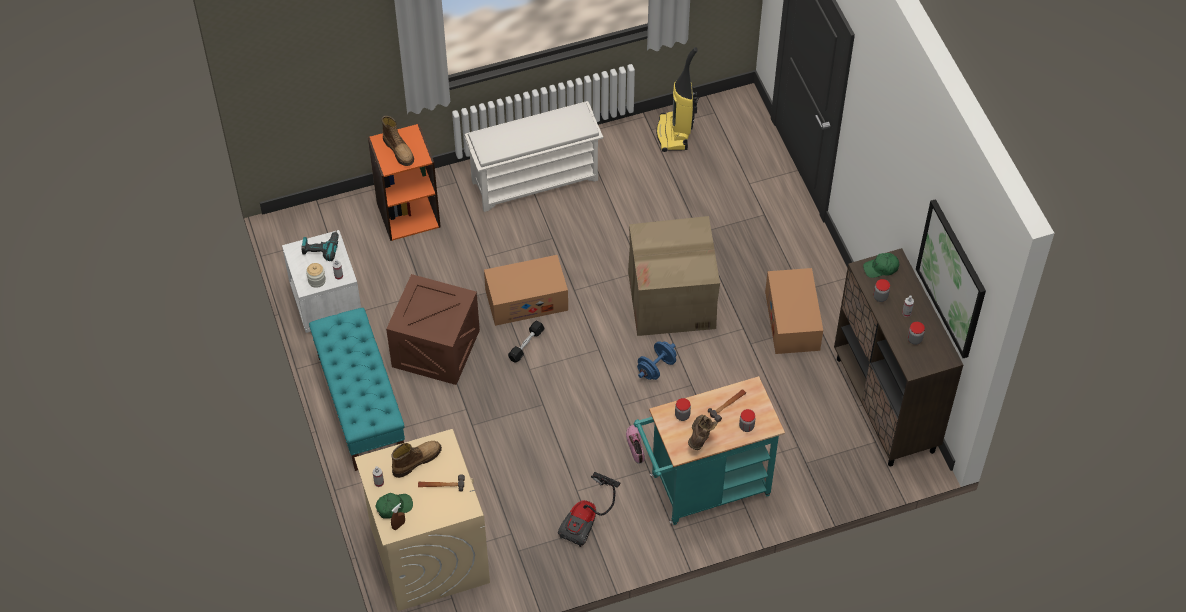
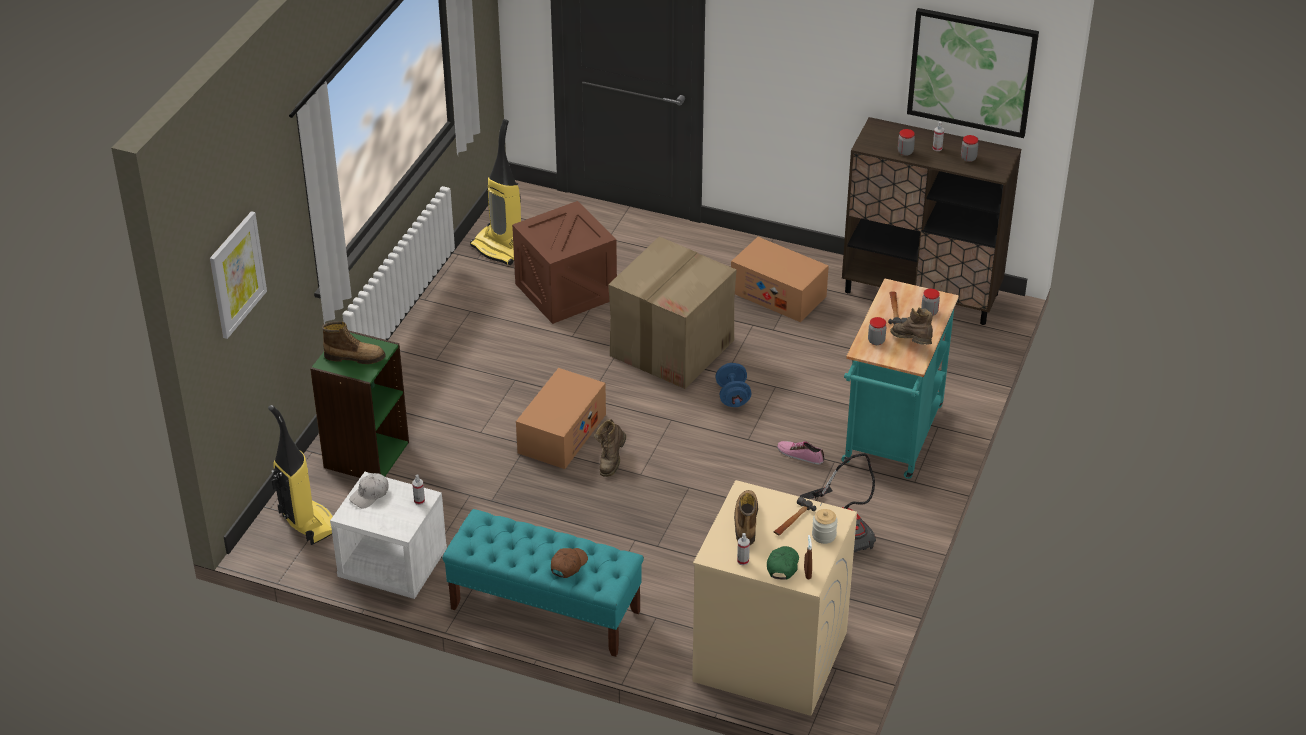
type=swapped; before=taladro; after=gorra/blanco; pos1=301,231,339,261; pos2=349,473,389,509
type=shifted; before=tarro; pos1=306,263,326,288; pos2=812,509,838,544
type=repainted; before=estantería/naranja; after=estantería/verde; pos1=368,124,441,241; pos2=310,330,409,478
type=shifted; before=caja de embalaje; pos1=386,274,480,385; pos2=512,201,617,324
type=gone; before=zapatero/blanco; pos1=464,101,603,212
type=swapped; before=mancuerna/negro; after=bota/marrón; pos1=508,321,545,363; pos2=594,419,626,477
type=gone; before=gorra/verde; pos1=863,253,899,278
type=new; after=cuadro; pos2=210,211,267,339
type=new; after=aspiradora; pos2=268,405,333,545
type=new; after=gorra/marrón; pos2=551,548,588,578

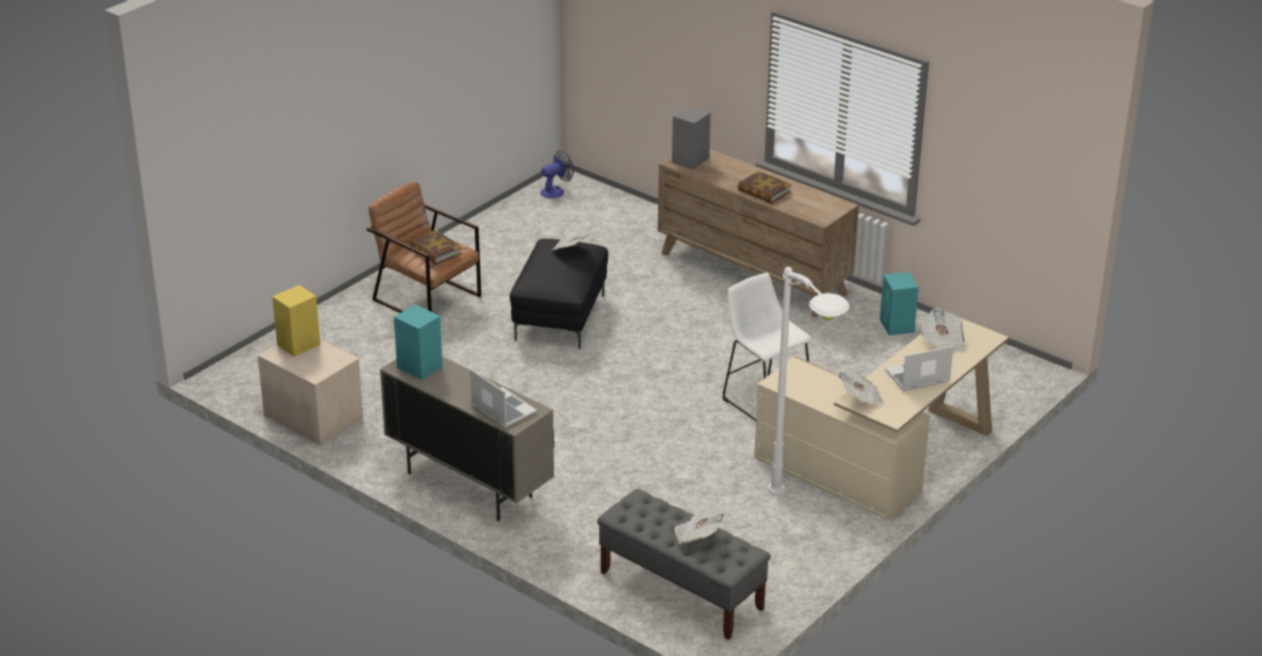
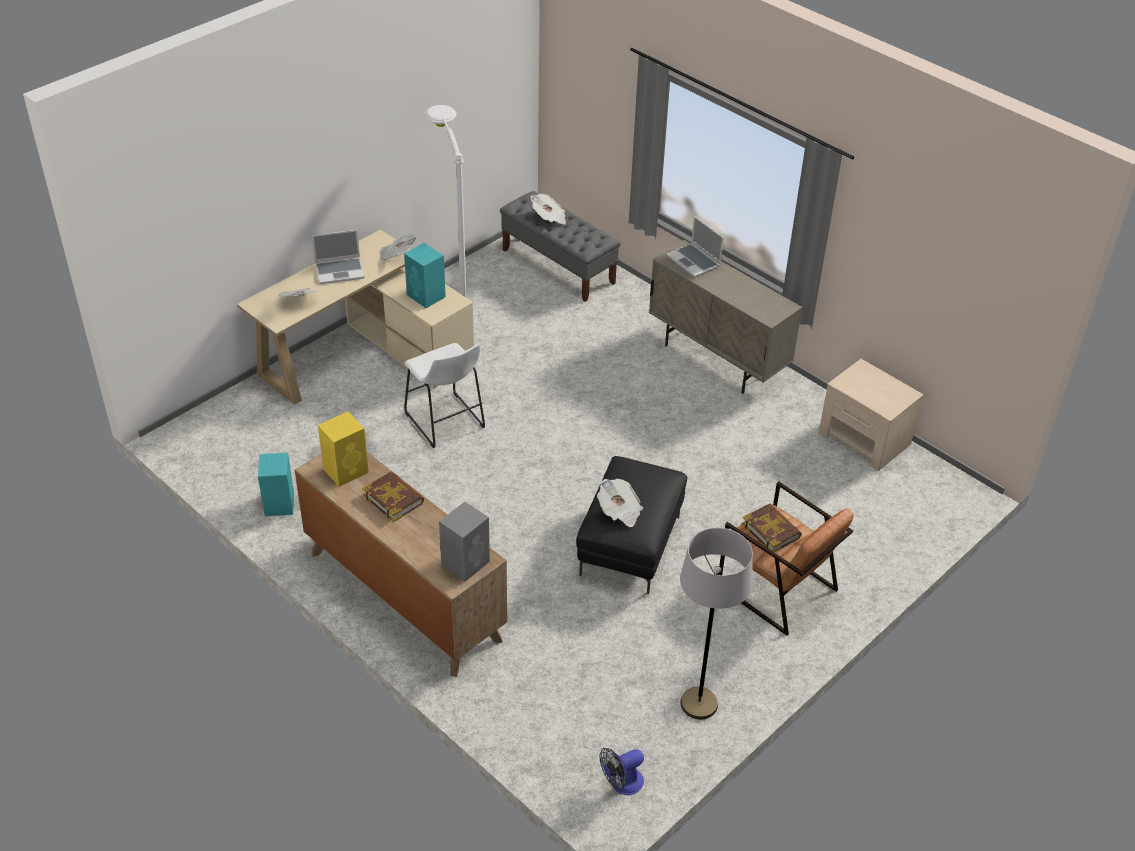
type=shifted; before=altavoz/amarillo; pos1=272,285,320,357; pos2=318,412,369,487
type=shifted; before=altavoz/turquesa; pos1=394,305,443,380; pos2=404,243,446,308
type=new; after=lámpara de pie/gris; pos2=680,528,753,720

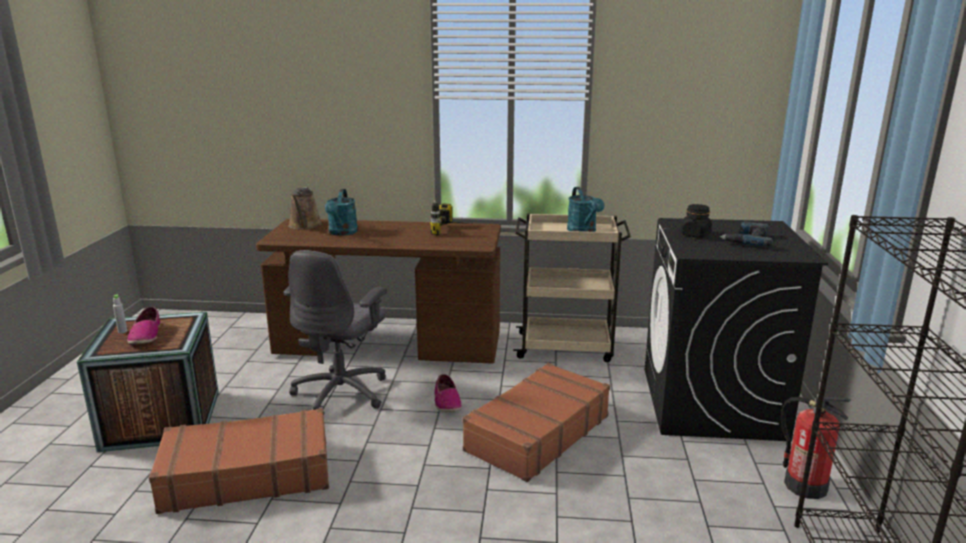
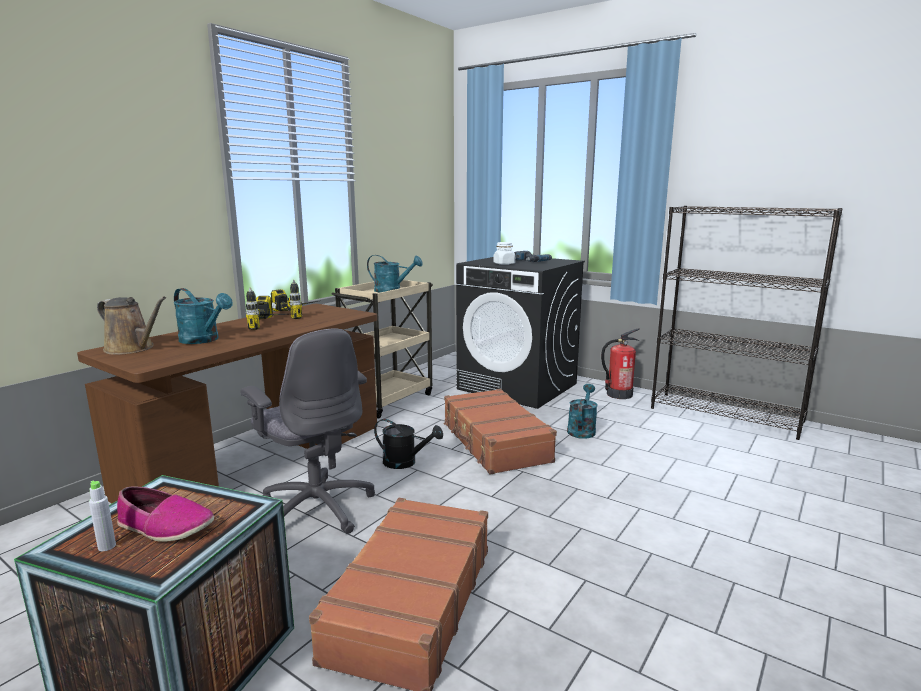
type=swapped; before=zapato; after=regadera/negro; pos1=435,374,462,412; pos2=374,419,443,469
type=repainted; before=tarro/negro; after=tarro/blanco; pos1=681,204,712,238; pos2=493,242,515,265
type=new; after=taladro; pos2=246,287,287,330
type=new; after=regadera/turquesa; pos2=567,384,598,439

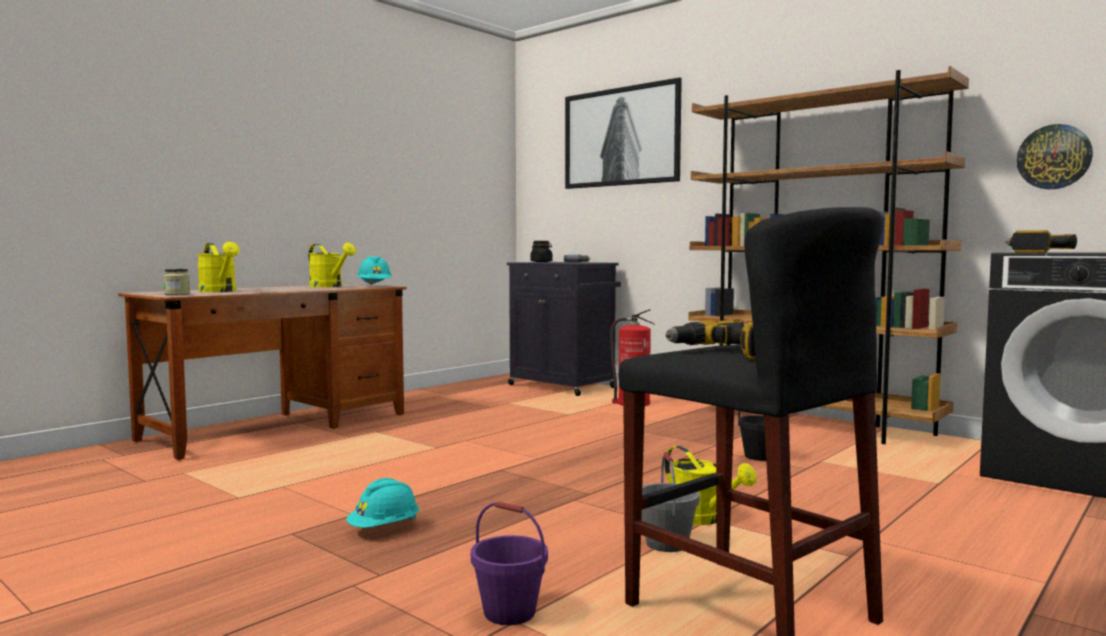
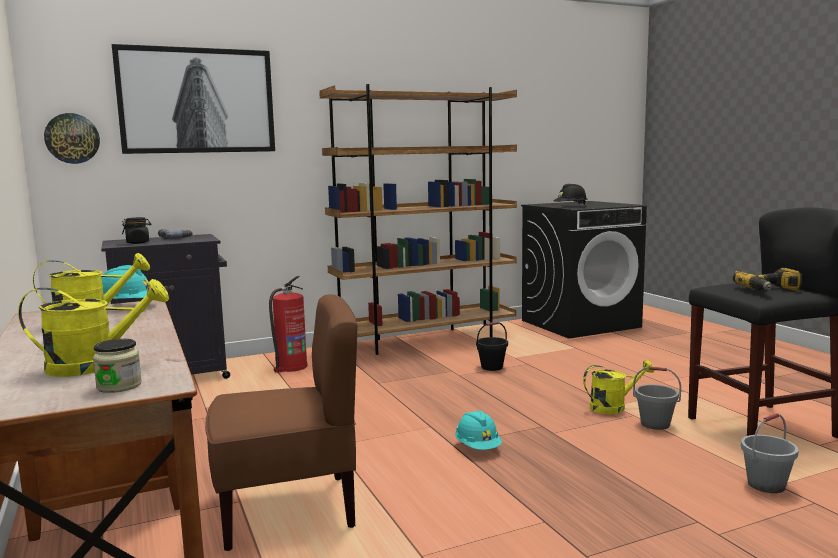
type=shifted; before=casco/turquesa; pos1=346,478,419,528; pos2=455,410,502,450
type=repainted; before=cubo/morado; after=cubo/gris; pos1=471,501,548,625; pos2=741,413,799,493
type=swapped; before=taladro; after=casco/negro; pos1=1005,230,1077,253; pos2=553,184,588,206
type=shifted; before=reloj de pared; pos1=1016,124,1093,189; pos2=44,113,100,164
type=new; after=silla/marrón; pos2=205,295,357,551

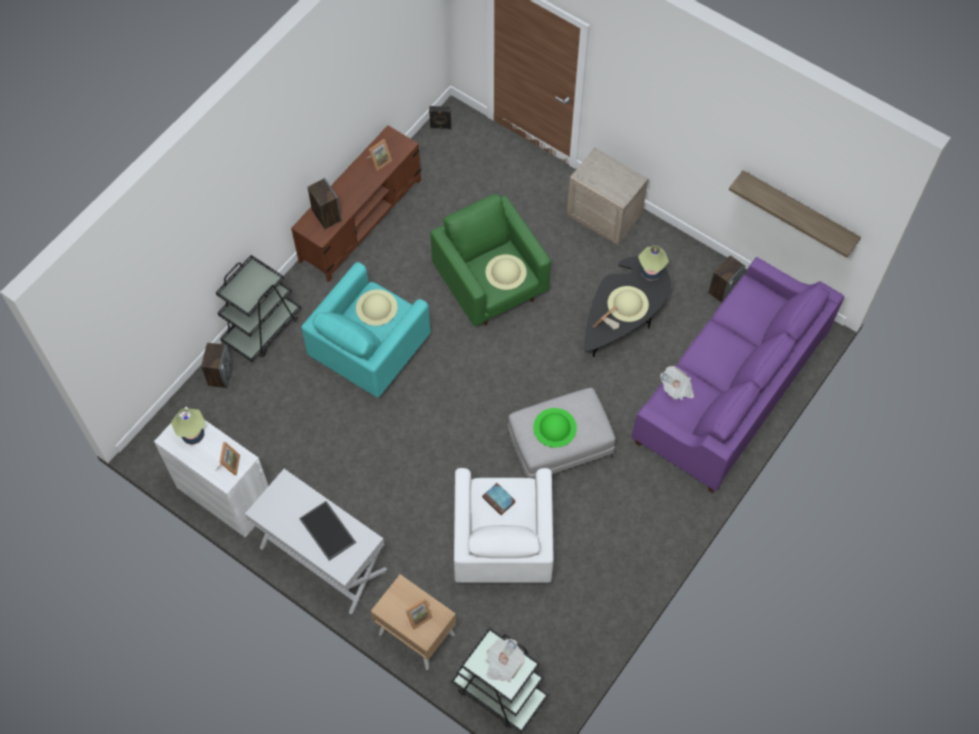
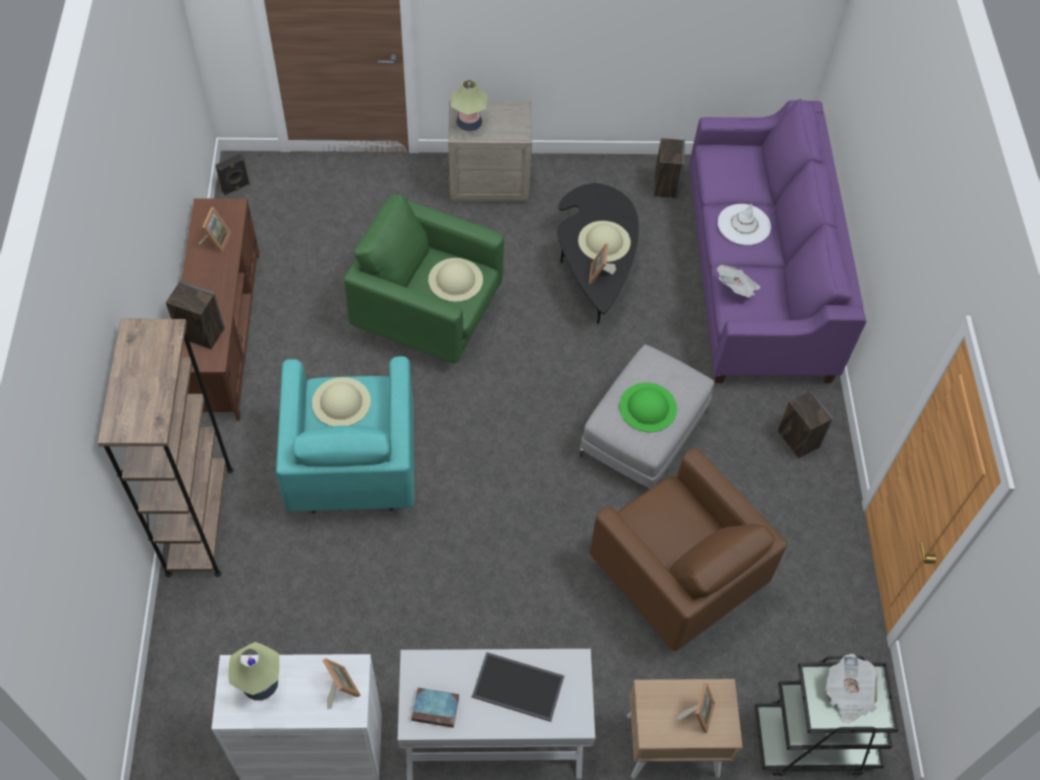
type=shifted; before=altavoz; pos1=201,343,233,389; pos2=778,390,833,458
type=swapped; before=carrito/negro; after=estantería/marrón; pos1=216,255,301,362; pos2=97,319,233,577
type=repainted; before=sillón/blanco; after=sillón/marrón; pos1=454,468,554,583; pos2=590,448,787,651
type=shifted; before=libro; pos1=482,483,516,515; pos2=411,688,459,728
type=shifted; before=lámpara de mesa; pos1=638,246,669,280; pos2=451,80,487,132
type=gone; before=estante; pos1=729,170,861,258
type=new; after=sombrero/blanco; pos2=718,203,771,245

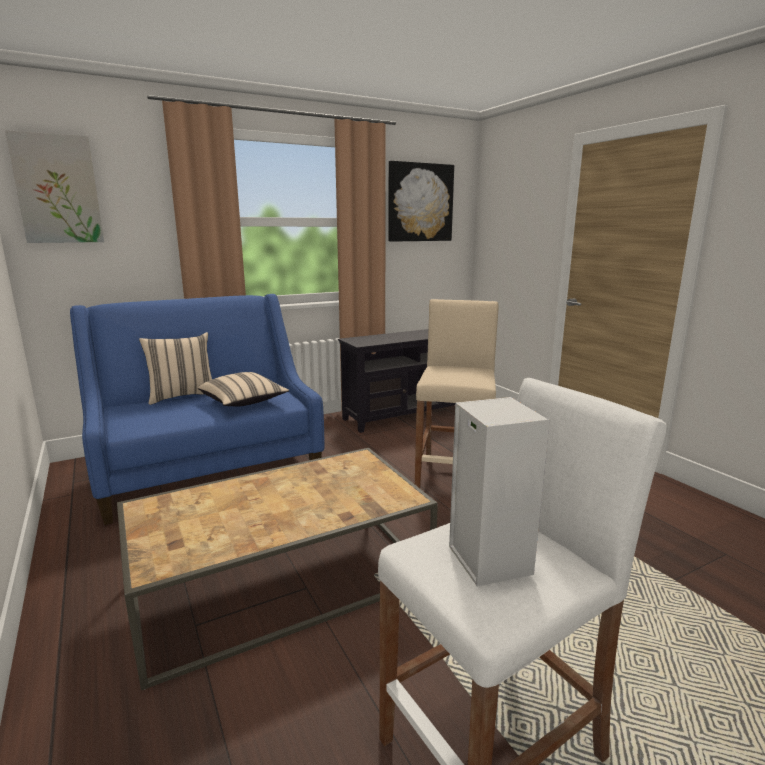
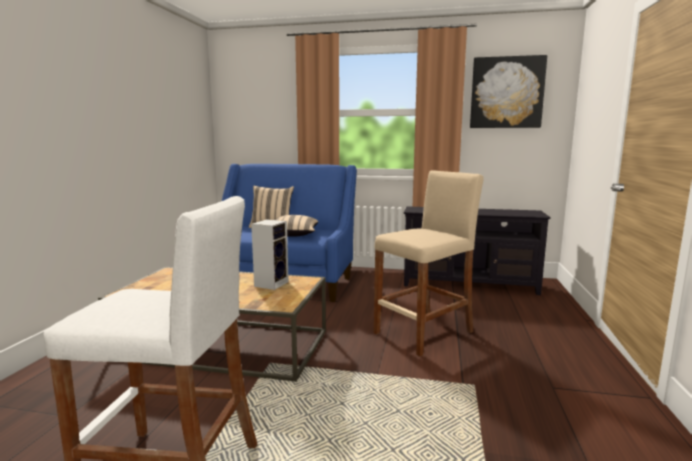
type=gone; before=cuadro; pos1=5,130,104,243
type=shifted; before=altavoz; pos1=449,397,549,587; pos2=251,219,289,290

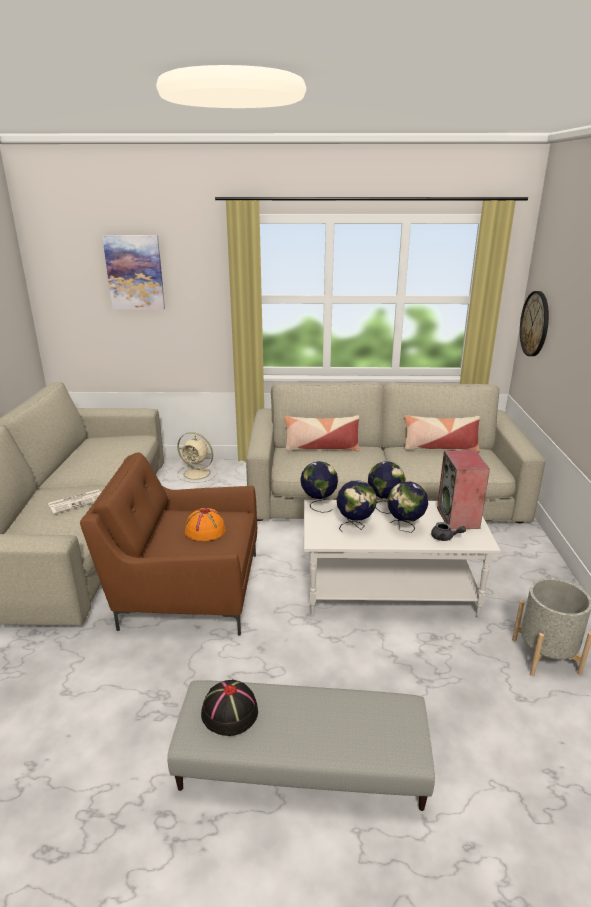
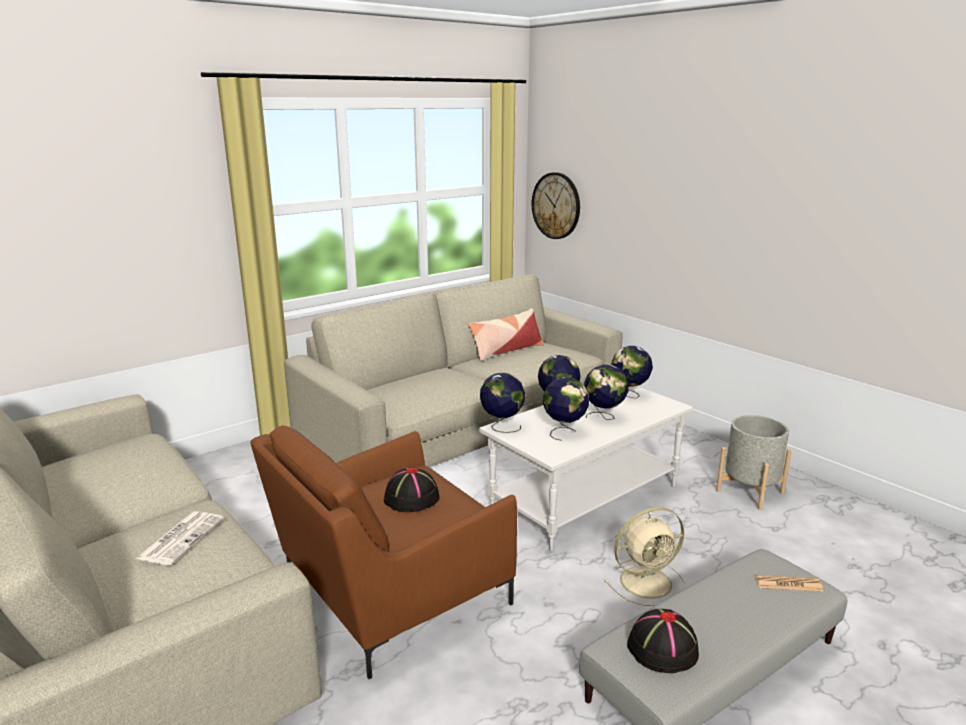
type=gone; before=cuadro; pos1=102,235,165,309
type=shifted; before=ventilador/beis; pos1=177,432,218,483; pos2=604,507,686,606
type=repainted; before=sombrero/naranja; after=sombrero/negro; pos1=185,508,226,541; pos2=384,467,439,512
type=gone; before=cojín; pos1=284,415,360,452
type=gone; before=tetera/gris; pos1=431,522,466,541
type=swapped; before=altavoz; after=globo terráqueo; pos1=437,450,490,530; pos2=611,346,653,399
type=new; after=periódico; pos2=755,575,823,592

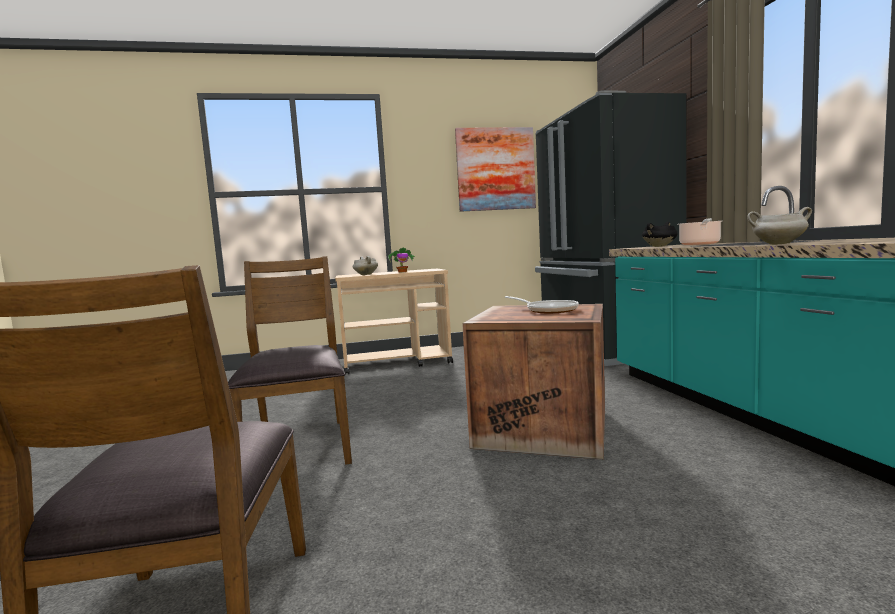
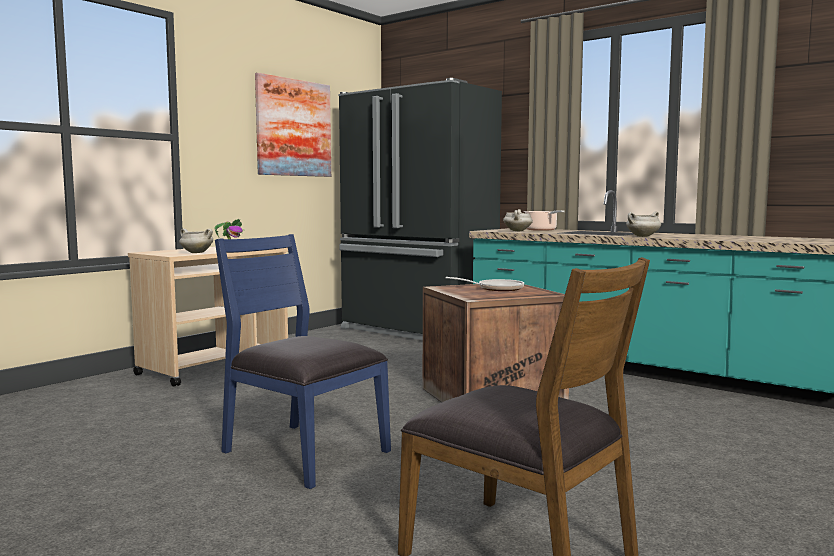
type=repainted; before=silla/marrón; after=silla/azul; pos1=228,256,352,465; pos2=215,234,391,489
type=repainted; before=olla/negro; after=olla/blanco; pos1=642,222,678,247; pos2=503,209,533,231

